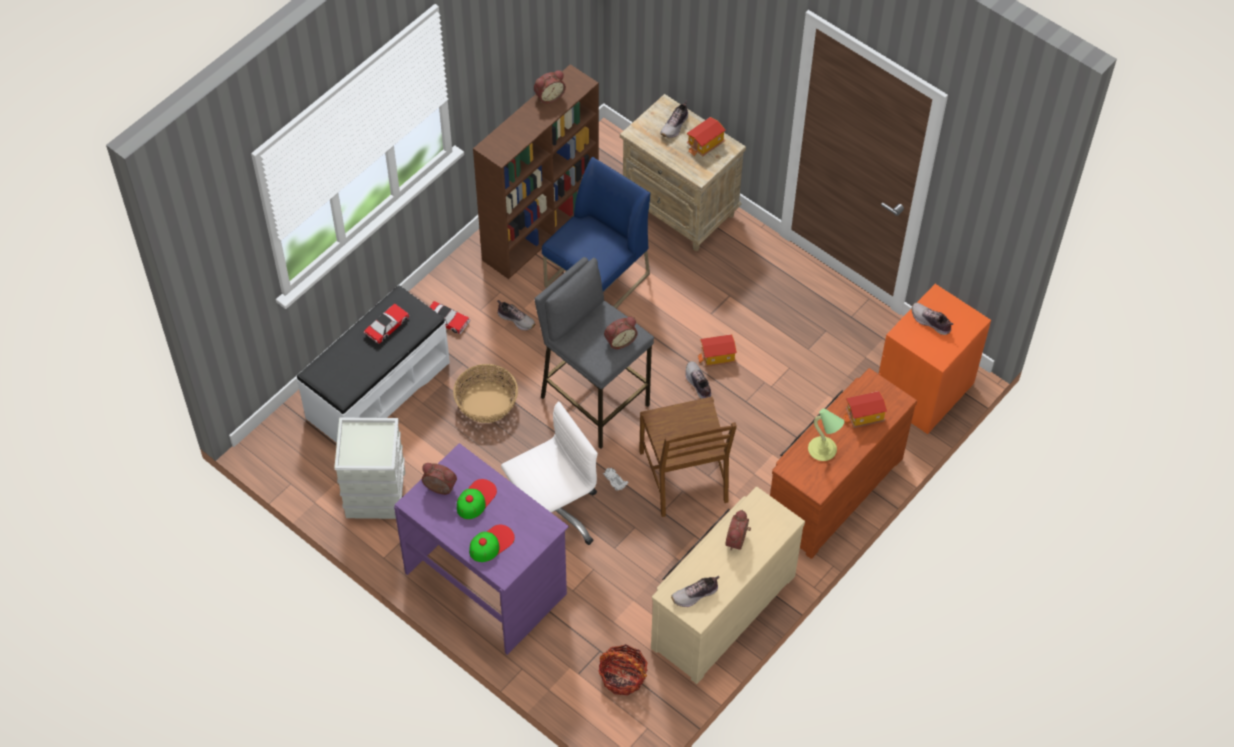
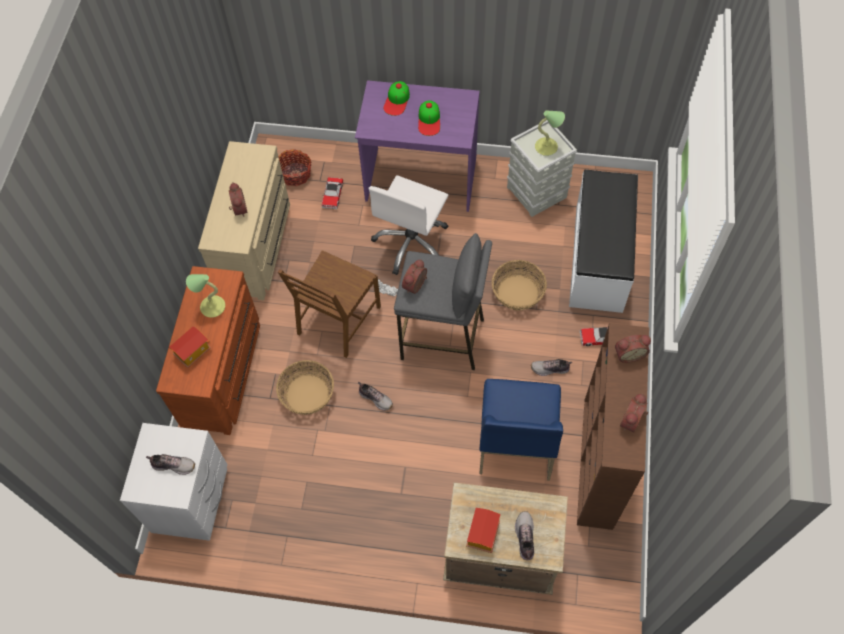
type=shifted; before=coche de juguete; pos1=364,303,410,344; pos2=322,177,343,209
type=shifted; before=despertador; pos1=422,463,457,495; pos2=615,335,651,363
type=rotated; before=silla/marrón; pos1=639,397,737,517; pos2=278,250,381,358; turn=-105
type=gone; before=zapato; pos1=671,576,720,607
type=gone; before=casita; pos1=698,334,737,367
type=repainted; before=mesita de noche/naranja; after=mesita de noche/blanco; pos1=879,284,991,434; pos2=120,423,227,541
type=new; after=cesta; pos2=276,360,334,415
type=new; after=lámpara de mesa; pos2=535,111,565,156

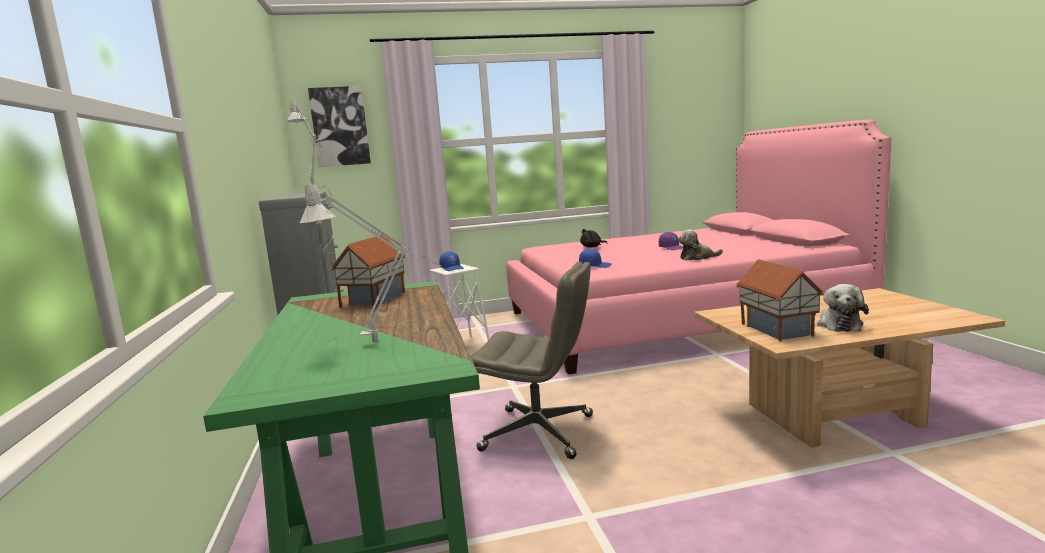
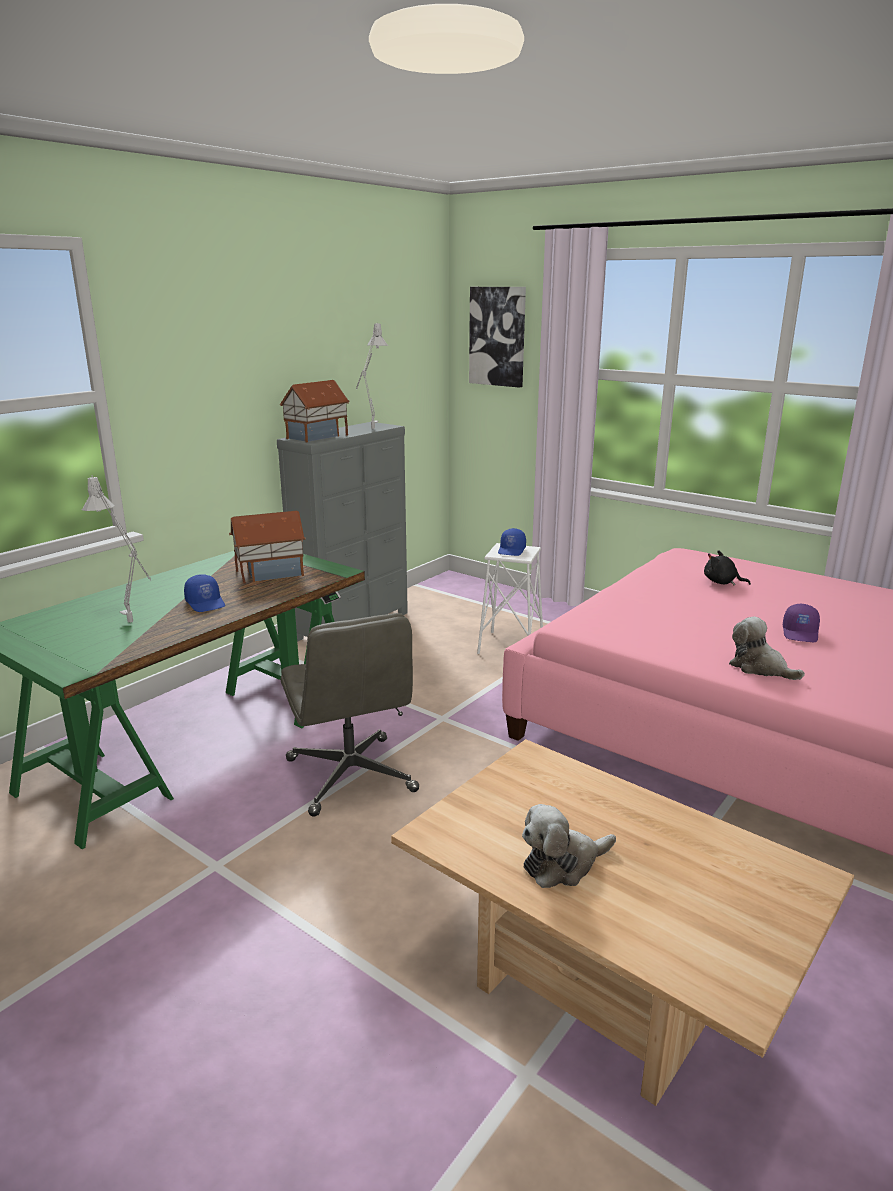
type=shifted; before=gorra/azul; pos1=579,249,612,268; pos2=184,574,225,612
type=shifted; before=casita; pos1=736,259,825,341; pos2=280,380,349,443

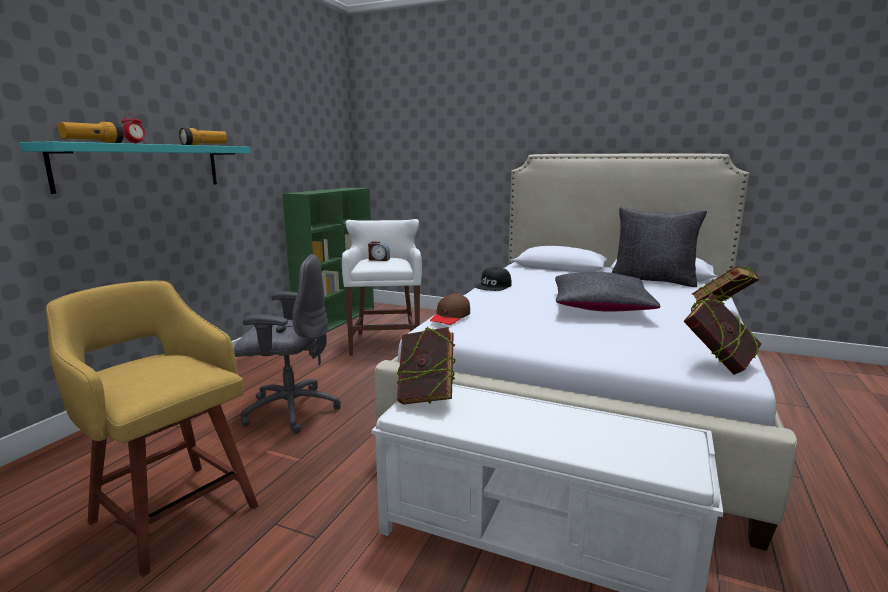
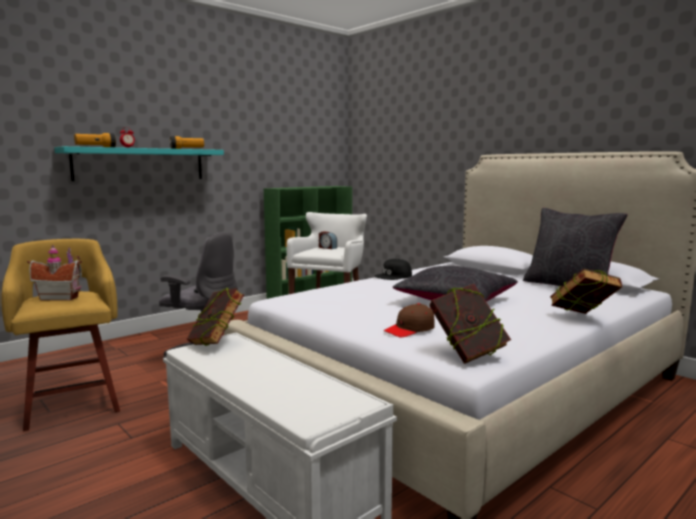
type=shifted; before=gorra/marrón; pos1=430,293,470,325; pos2=384,303,435,337
type=new; after=casita; pos2=27,245,82,301

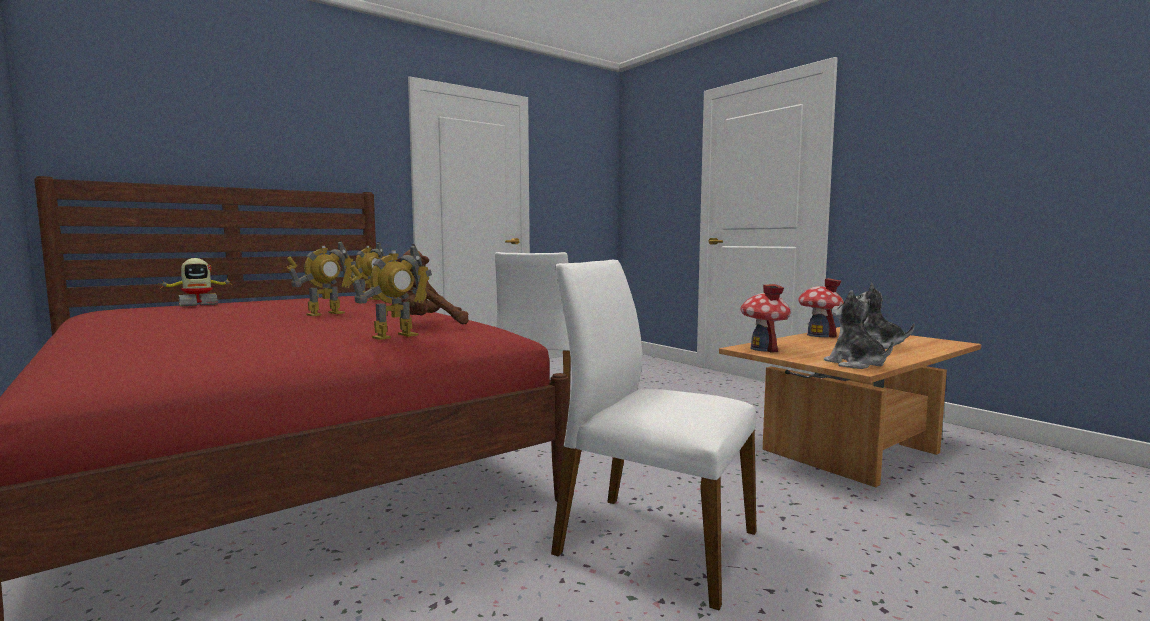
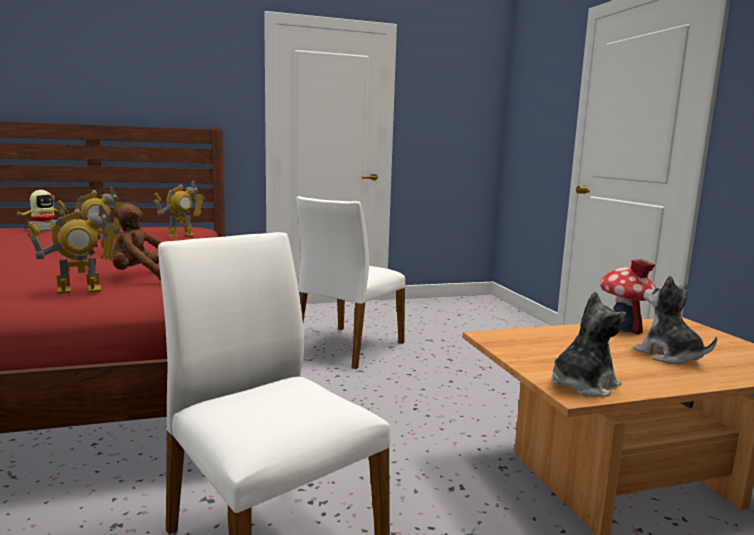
type=rotated; before=robot de juguete; pos1=158,258,232,307; pos2=16,190,68,232; turn=-45
type=gone; before=casita; pos1=740,284,791,353
type=rotated; before=peluche; pos1=824,290,894,369; pos2=552,291,627,397; turn=60

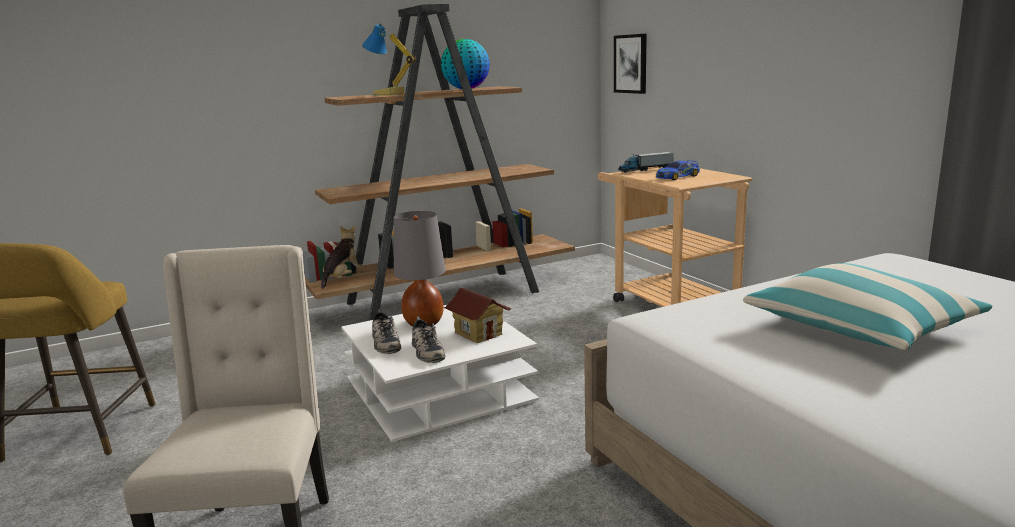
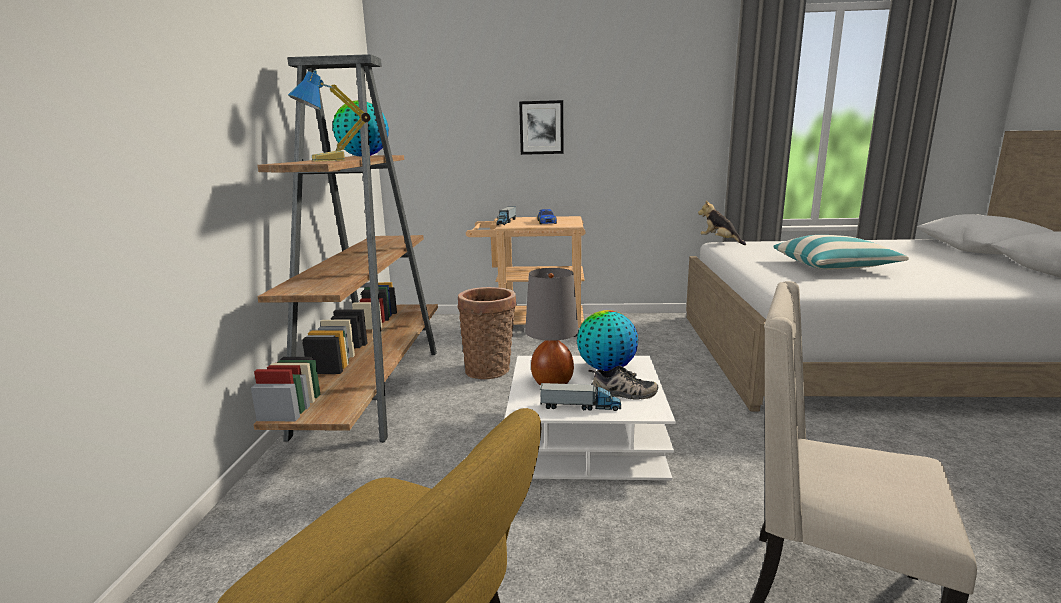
type=shifted; before=peluche; pos1=321,226,363,289; pos2=698,201,746,245
type=swapped; before=zapato; after=camión de juguete; pos1=372,309,401,354; pos2=540,383,621,411
type=swapped; before=casita; after=globo terráqueo; pos1=443,288,512,343; pos2=577,310,638,371
type=shifted; before=cuadro; pos1=614,34,647,94; pos2=519,100,564,155
type=new; after=cesta; pos2=457,287,517,379

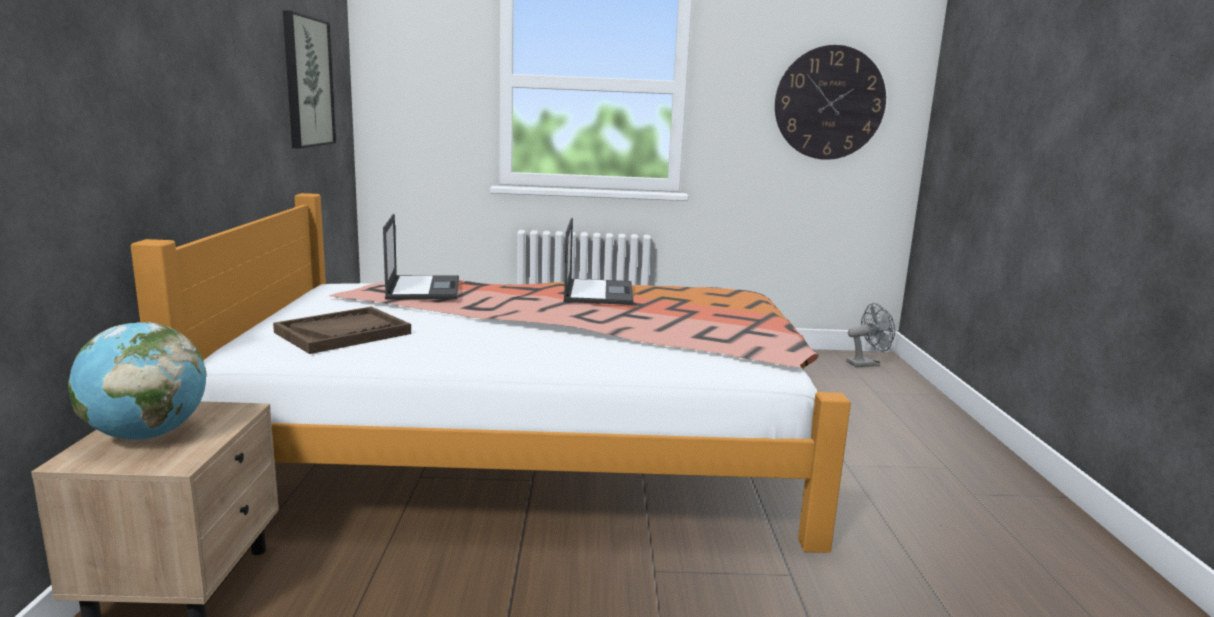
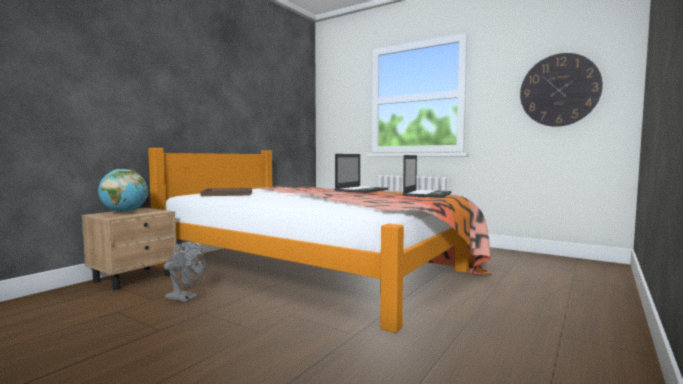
type=gone; before=cuadro; pos1=283,10,336,149
type=shifted; before=portátil; pos1=383,214,459,299; pos2=403,155,451,198
type=shifted; before=ventilador/gris; pos1=846,303,895,367; pos2=164,241,206,302

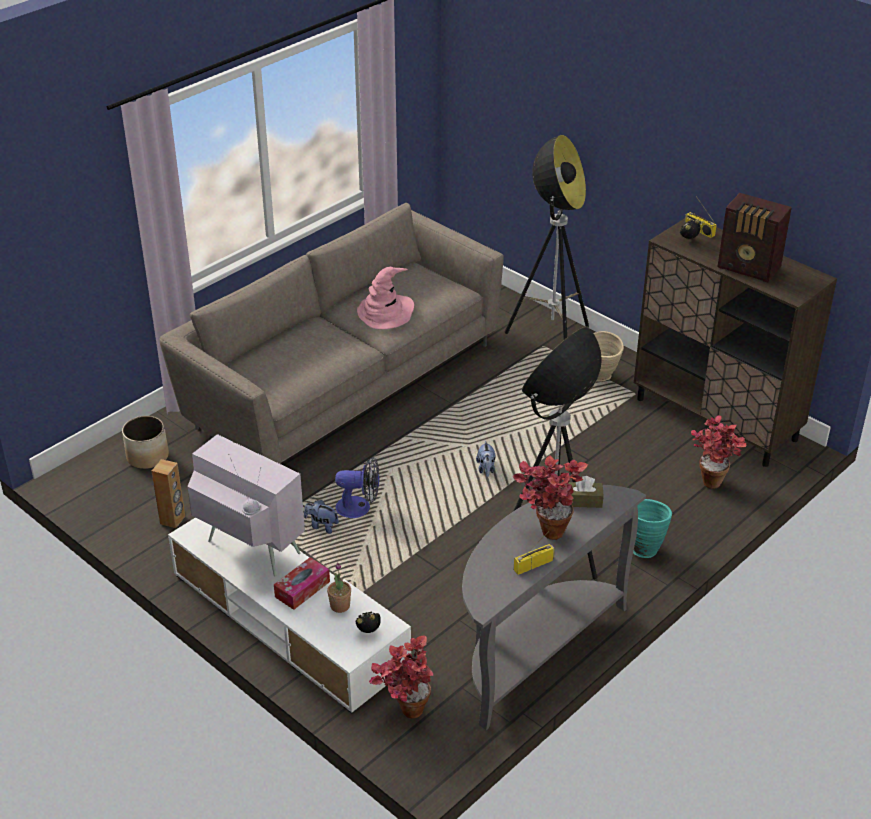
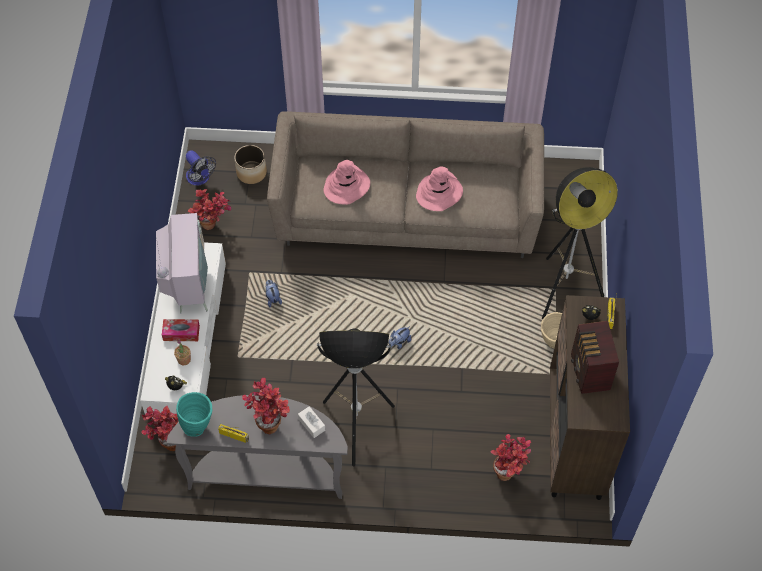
type=swapped; before=altavoz/marrón; after=planta en maceta; pos1=151,459,185,528; pos2=188,189,231,230
type=shifted; before=ventilador; pos1=335,457,379,518; pos2=186,150,216,186
type=repainted; before=caja de pañuelos/marrón; after=caja de pañuelos/blanco; pos1=568,476,604,508; pos2=298,406,325,438
type=shifted; before=florero/turquesa; pos1=633,499,672,558; pos2=176,392,212,437
type=new; after=sombrero/rosa; pos2=323,160,370,205

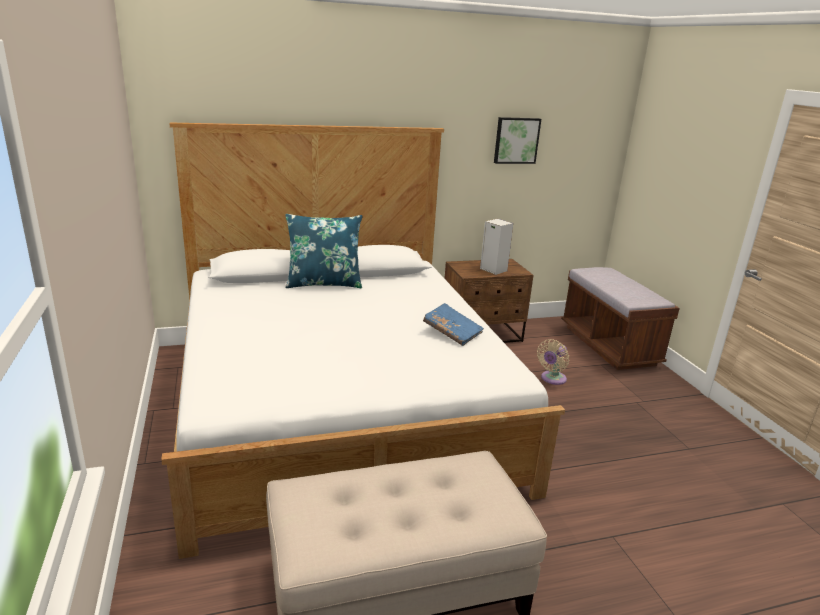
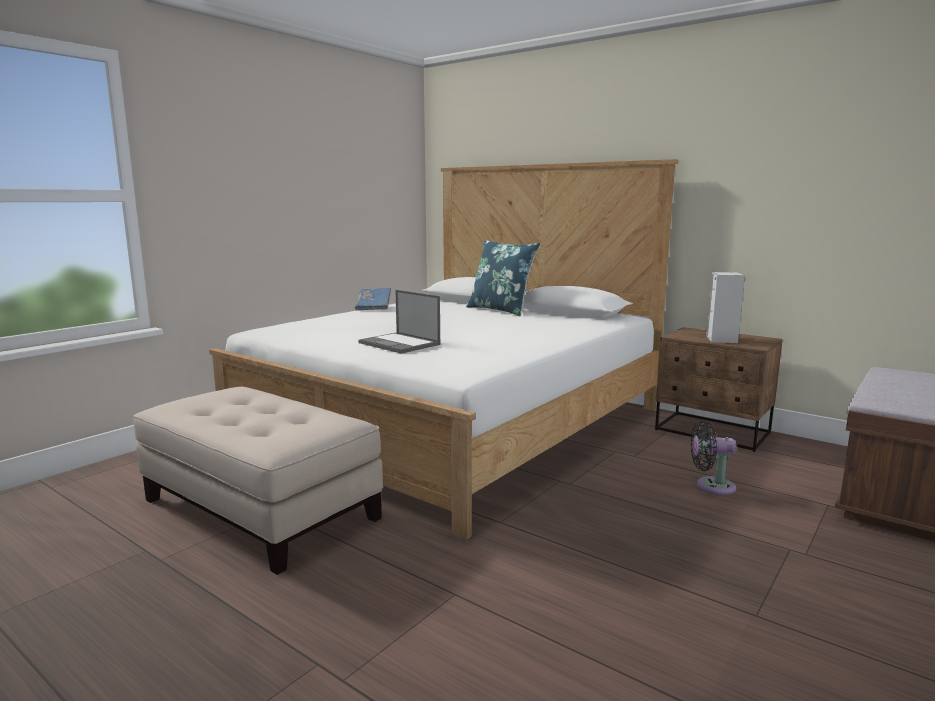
type=shifted; before=libro/azul; pos1=423,303,484,346; pos2=355,288,391,311
type=gone; before=cuadro; pos1=494,117,541,164
type=repainted; before=ventilador/beis; after=ventilador/negro; pos1=537,339,569,385; pos2=691,421,737,495
type=new; after=portátil; pos2=358,290,440,354

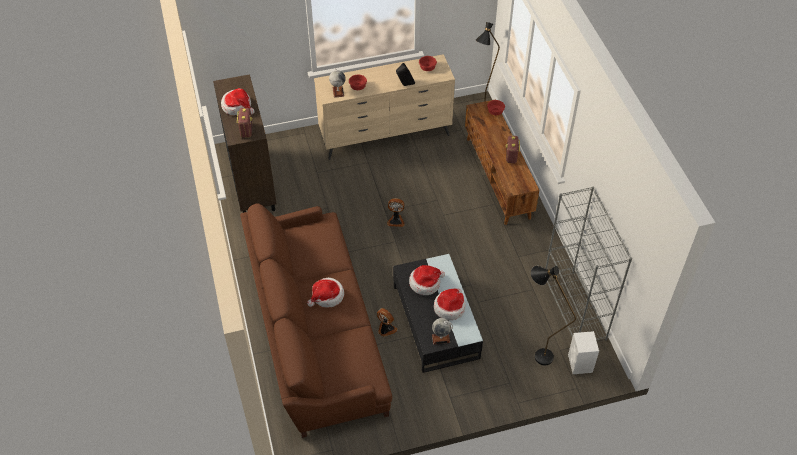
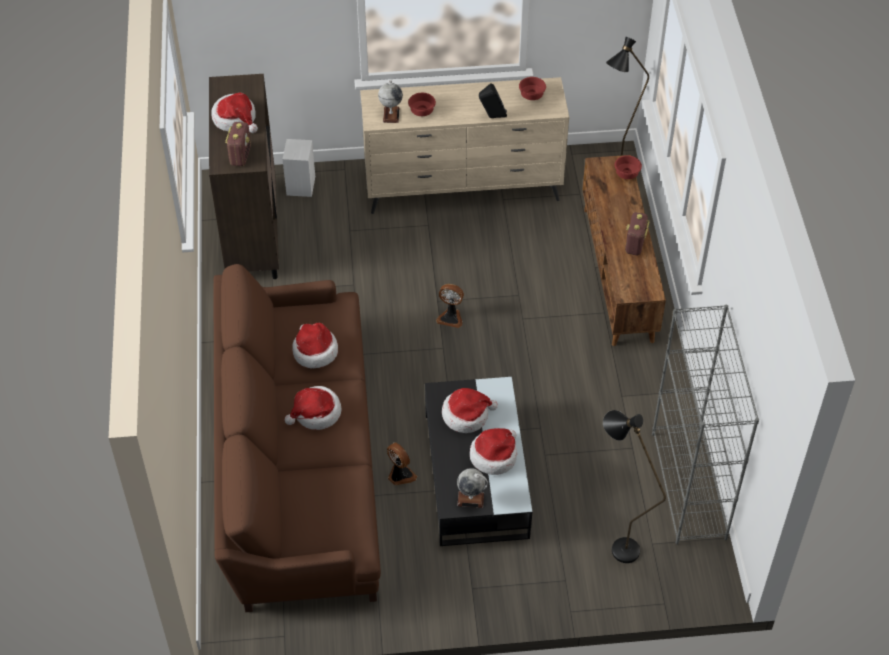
type=shifted; before=altavoz/blanco; pos1=568,331,599,374; pos2=283,139,315,197
type=new; after=sombrero; pos2=292,323,338,368

